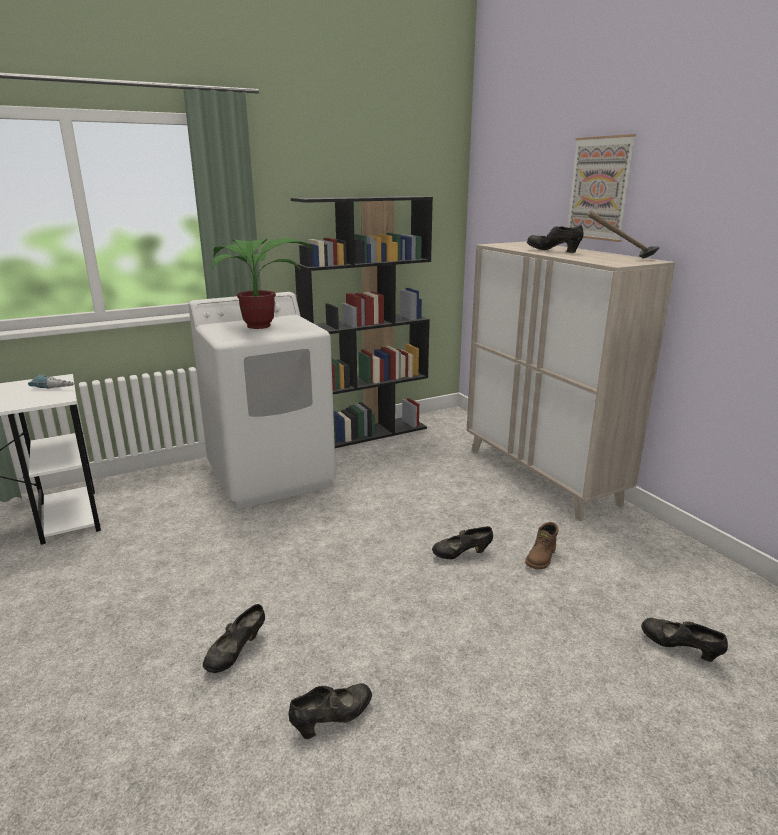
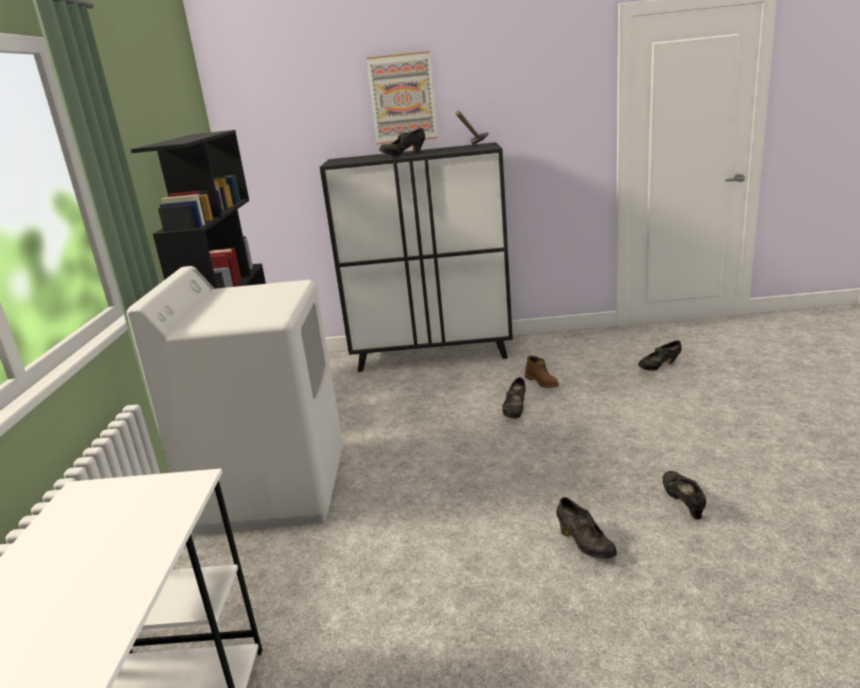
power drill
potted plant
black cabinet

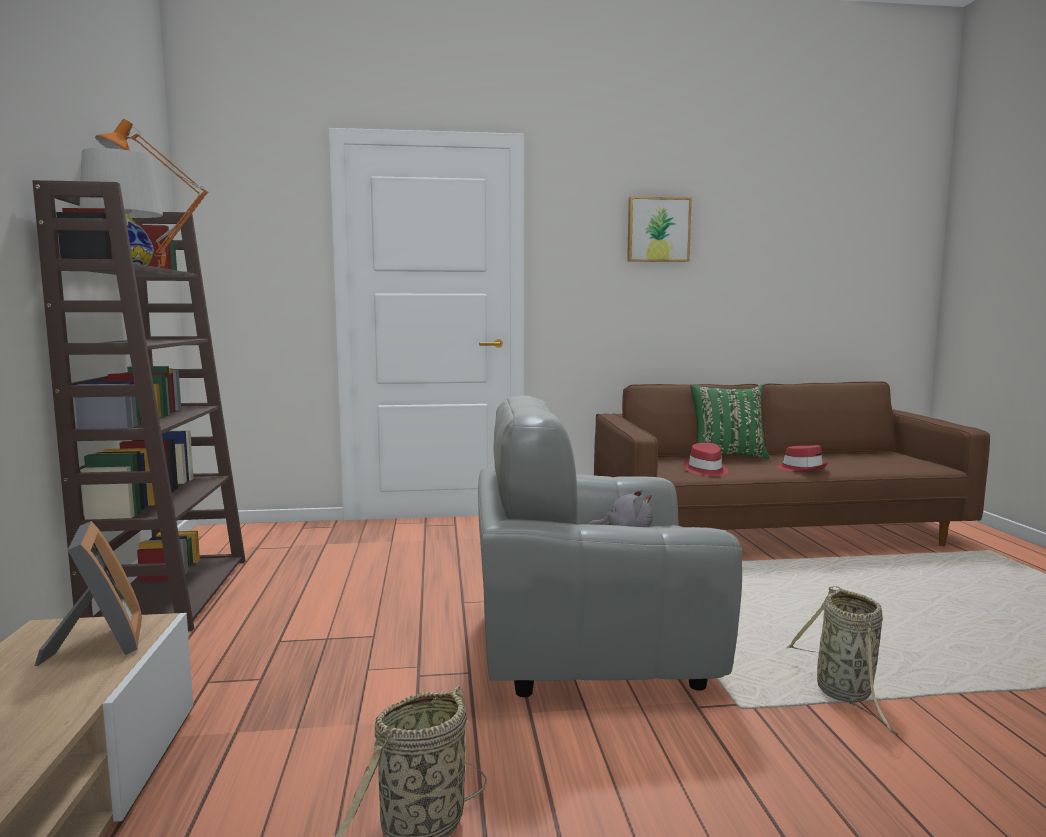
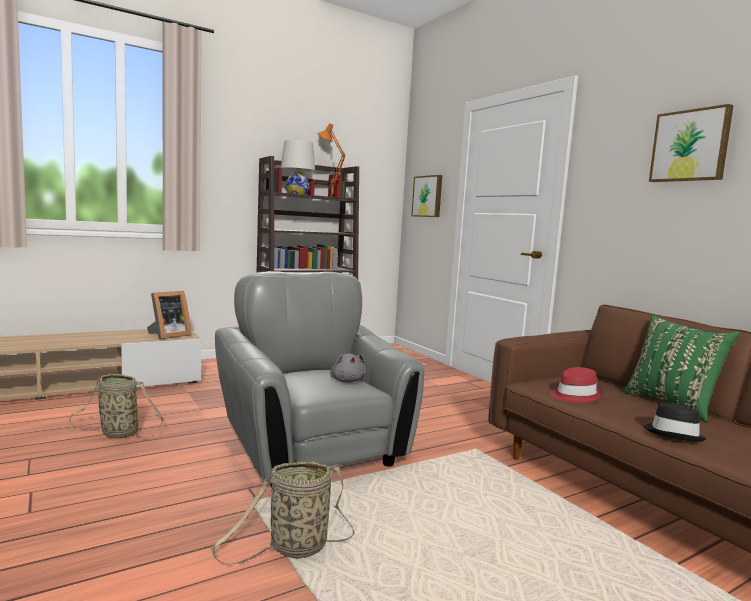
picture (1st from left)
black hat

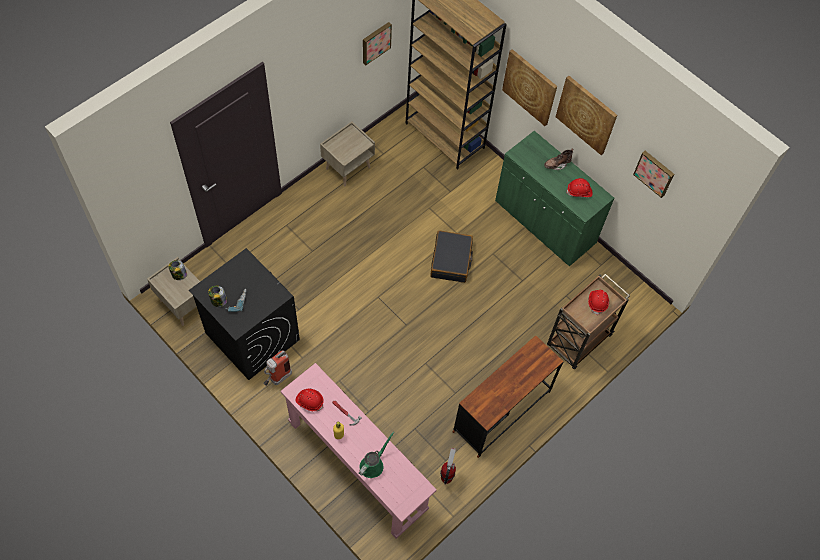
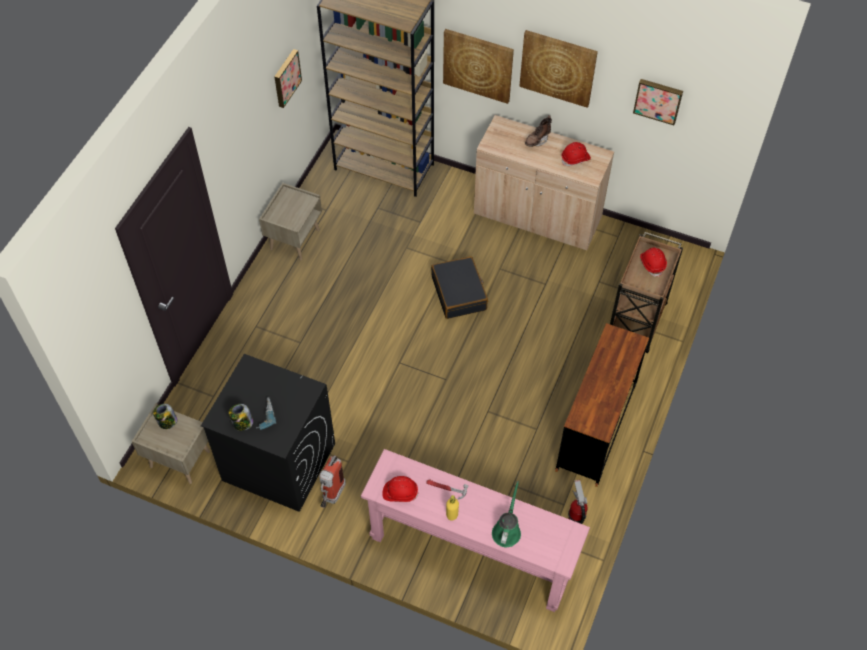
beige cabinet

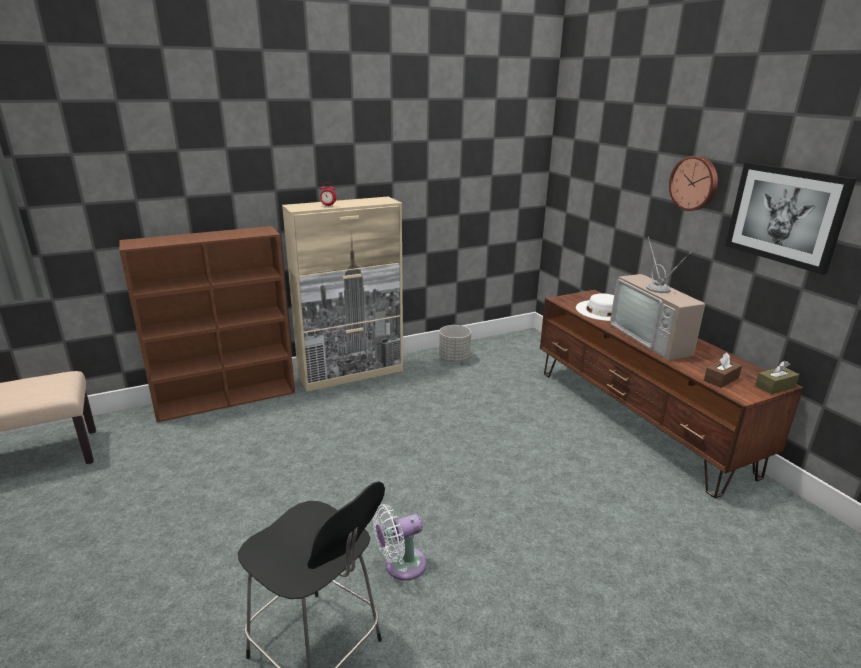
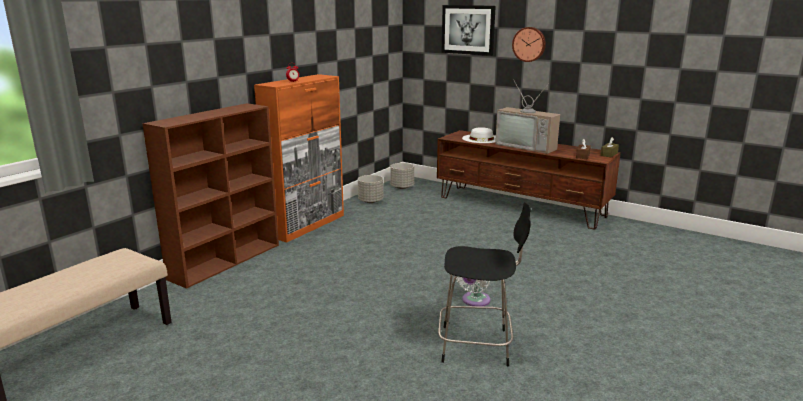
grey planter (2nd from left)
picture
orange cabinet

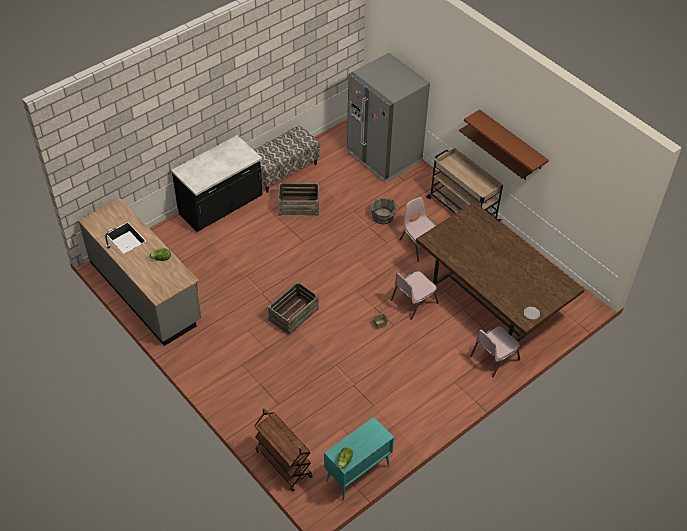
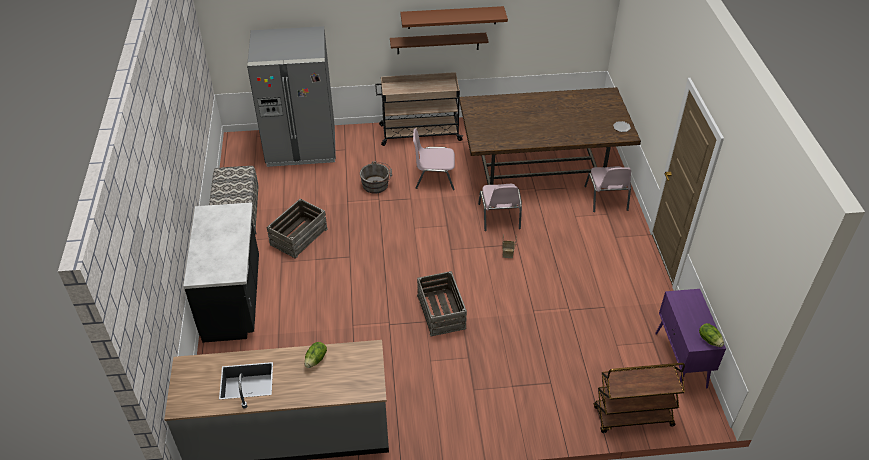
purple cabinet

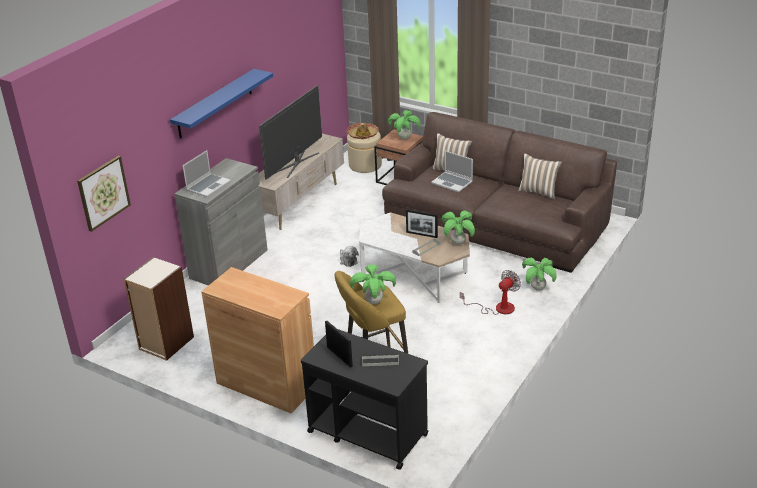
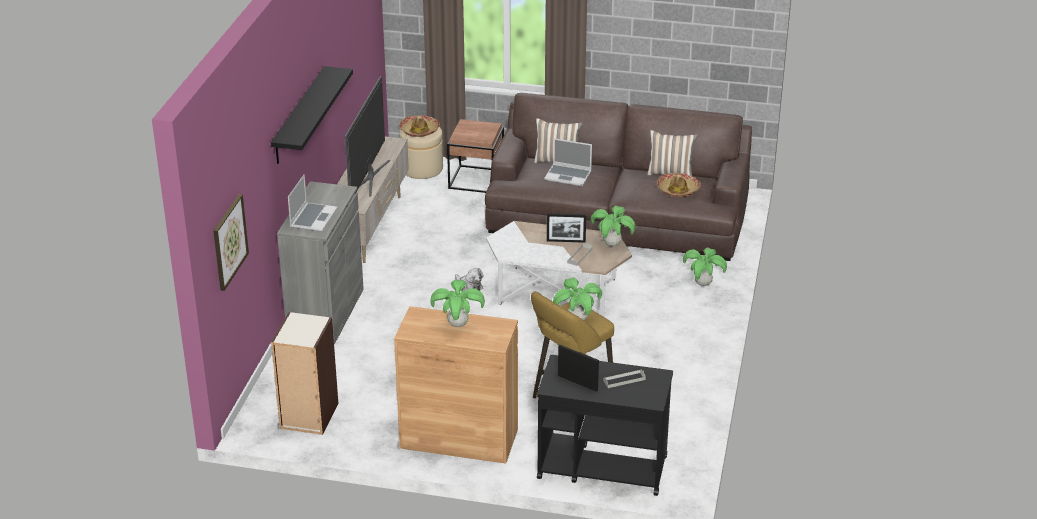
fan
hat (2nd from left)
potted plant (1st from left)
black shelf

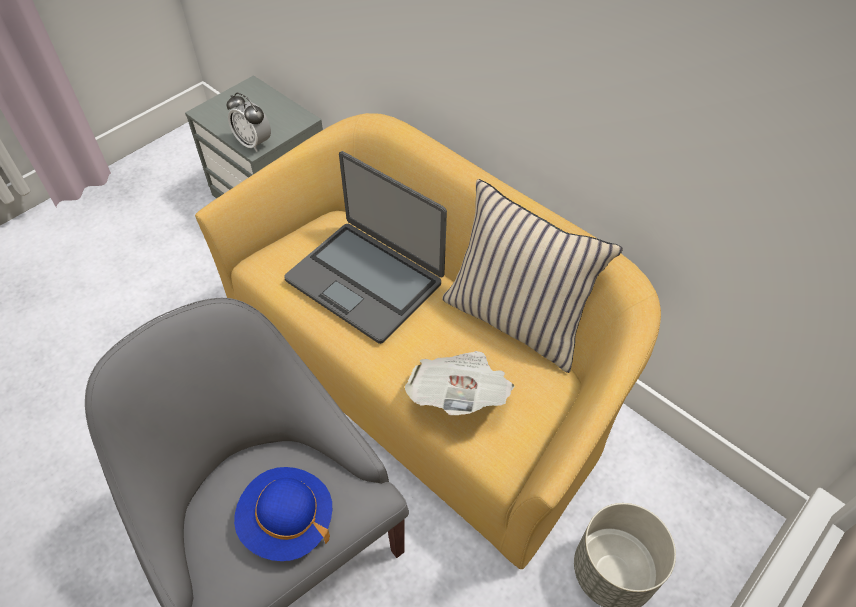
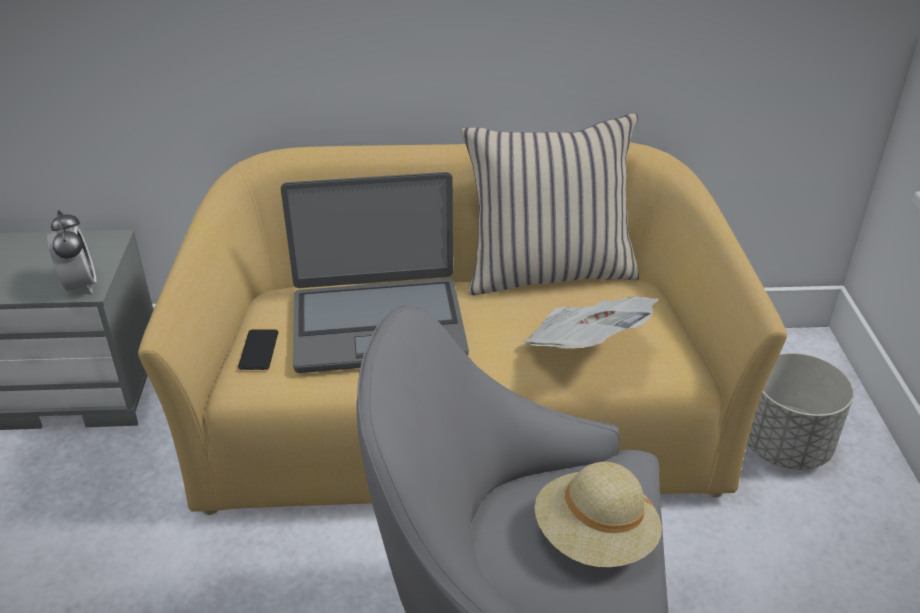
phone
beige hat
alarm clock

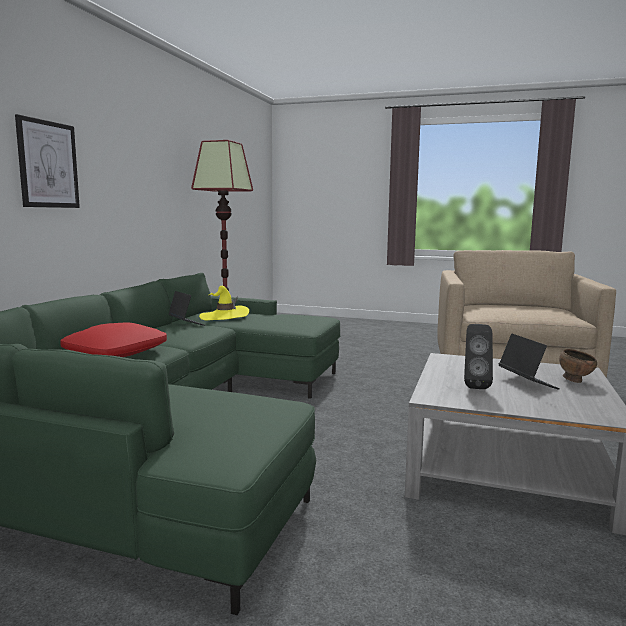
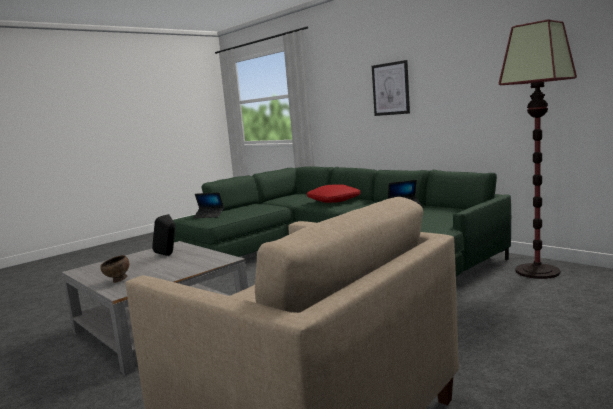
yellow hat
laptop (1st from left)

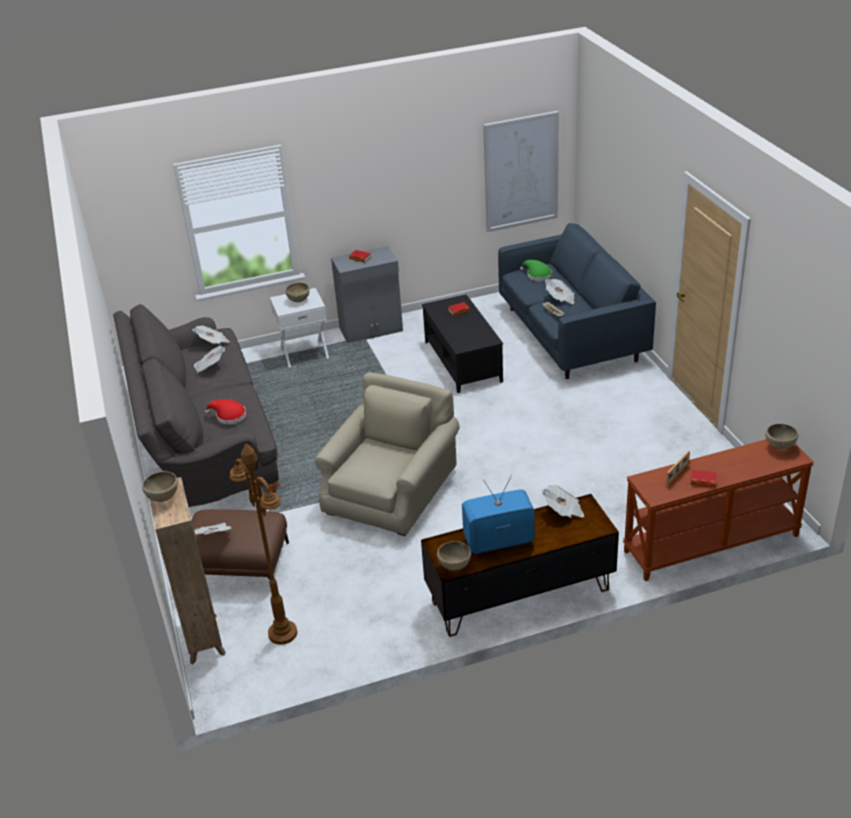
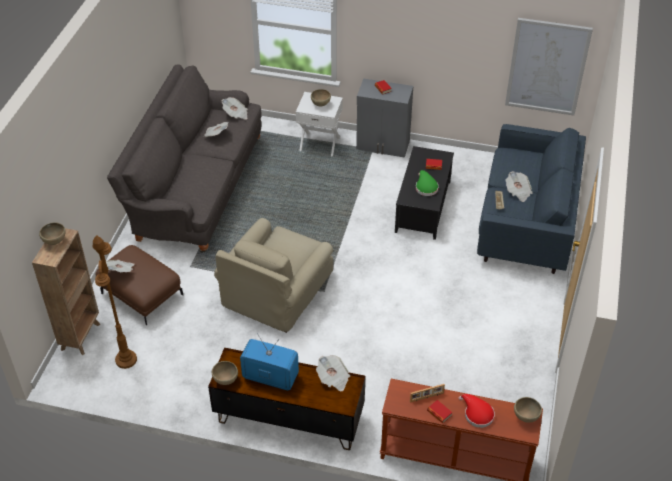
red hat
green hat
beige armchair

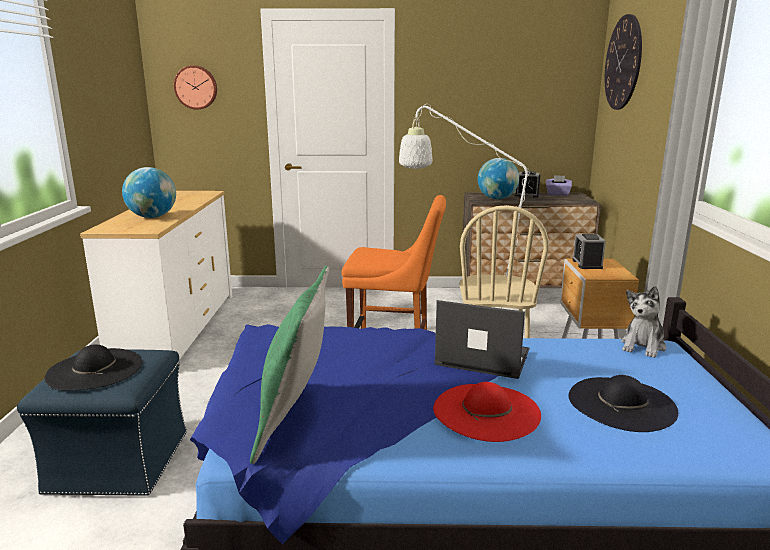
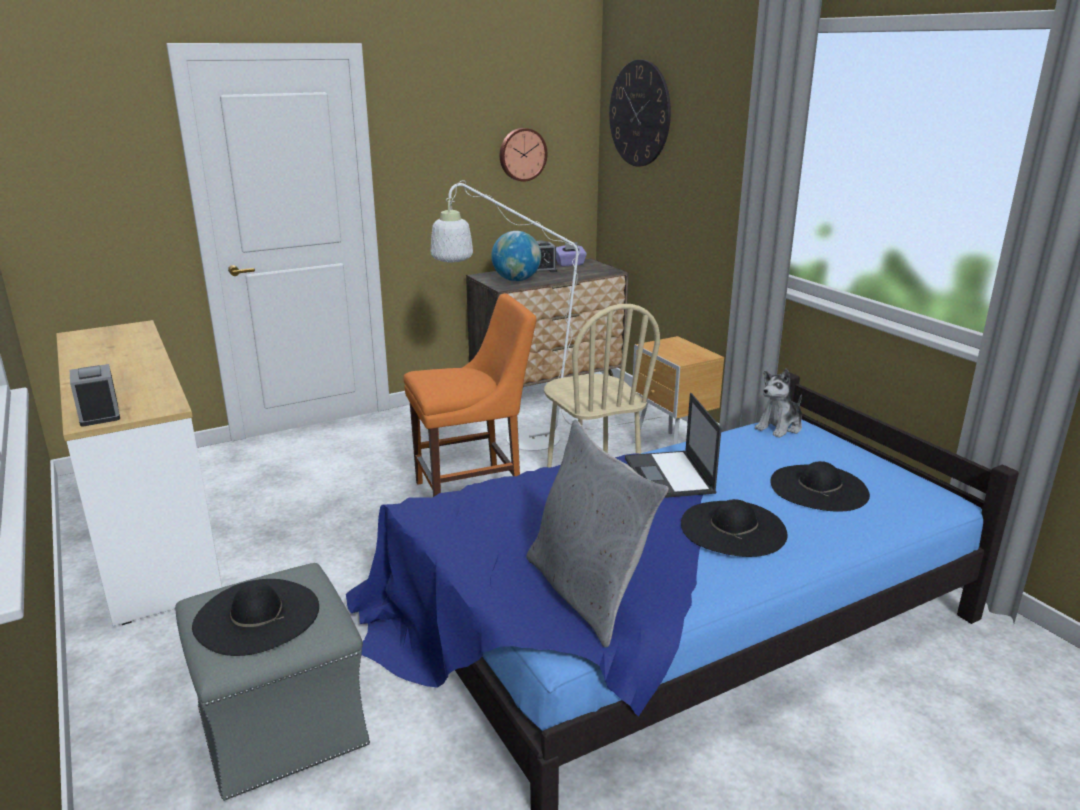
globe (1st from left in the first image)
wall clock (1st from left)
alarm clock (1st from left)
grey ottoman
grey pillow
black hat (2nd from left)
laptop
plush toy

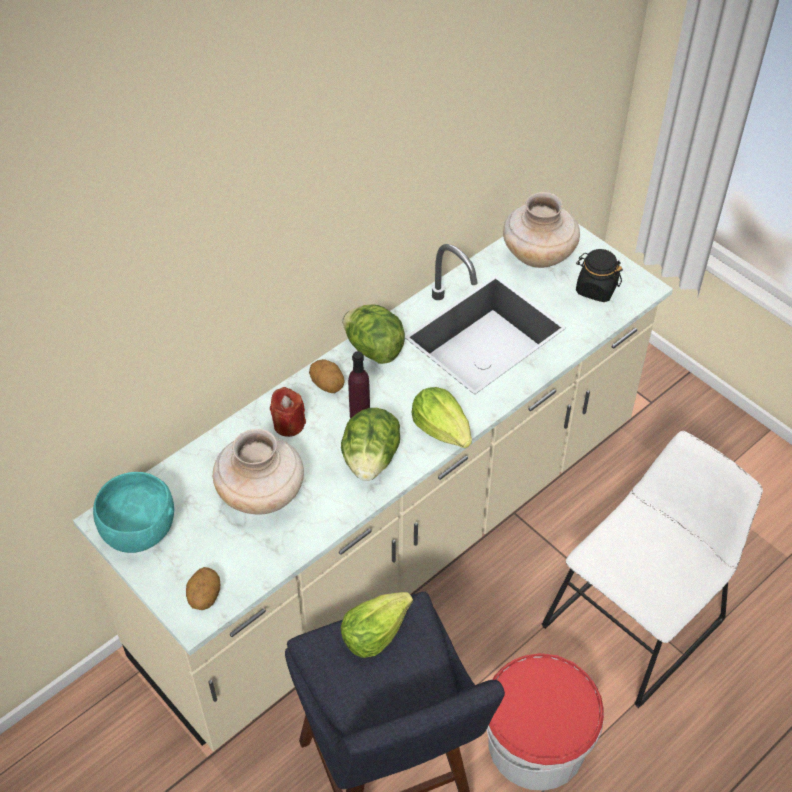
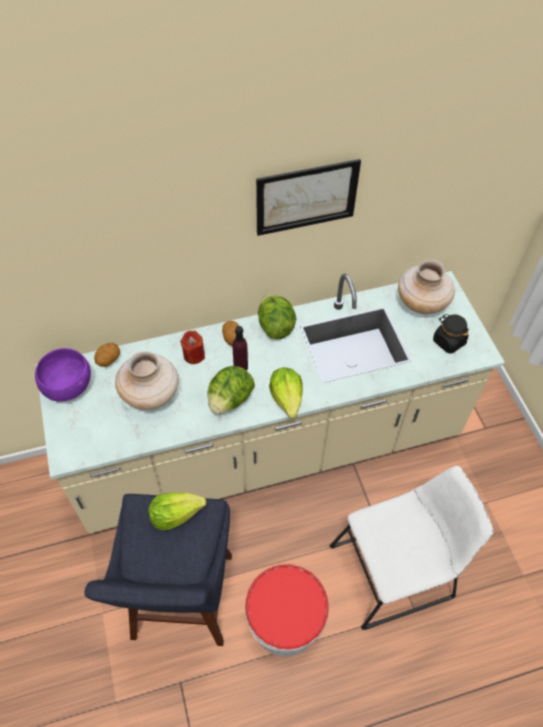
picture
potato (1st from left)
purple bowl

